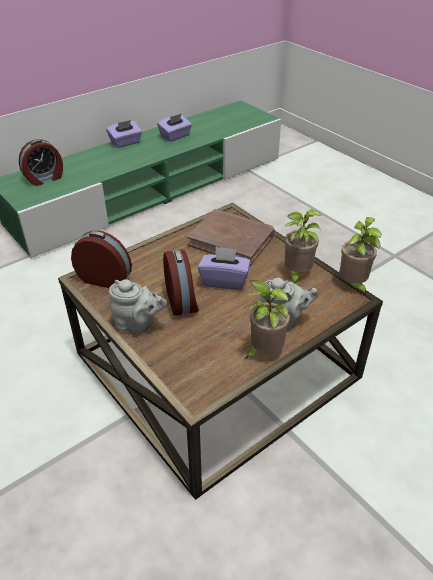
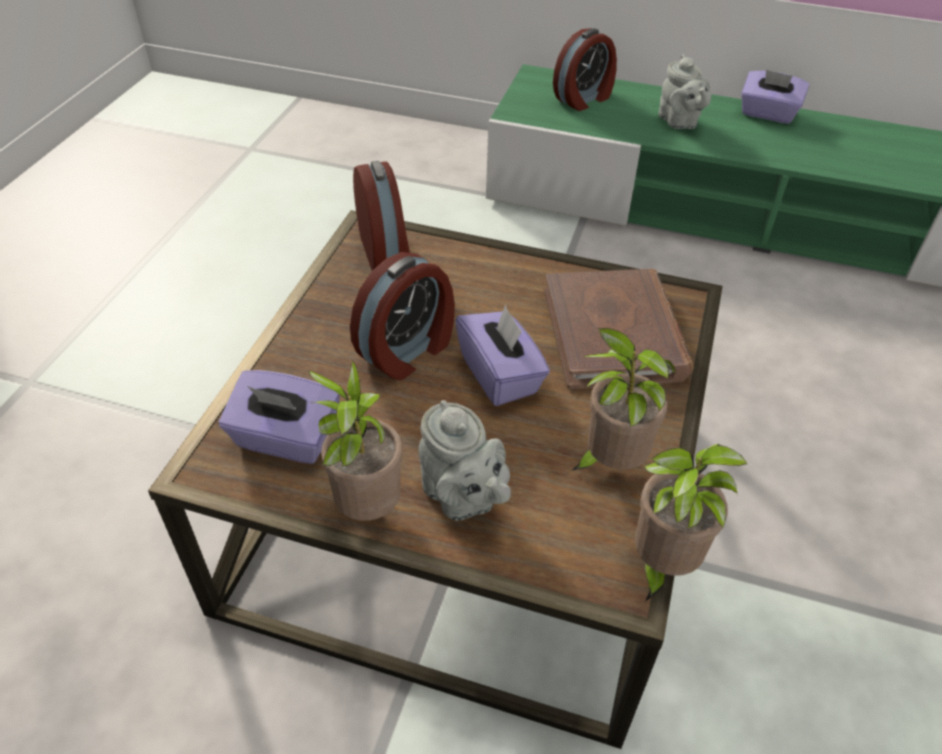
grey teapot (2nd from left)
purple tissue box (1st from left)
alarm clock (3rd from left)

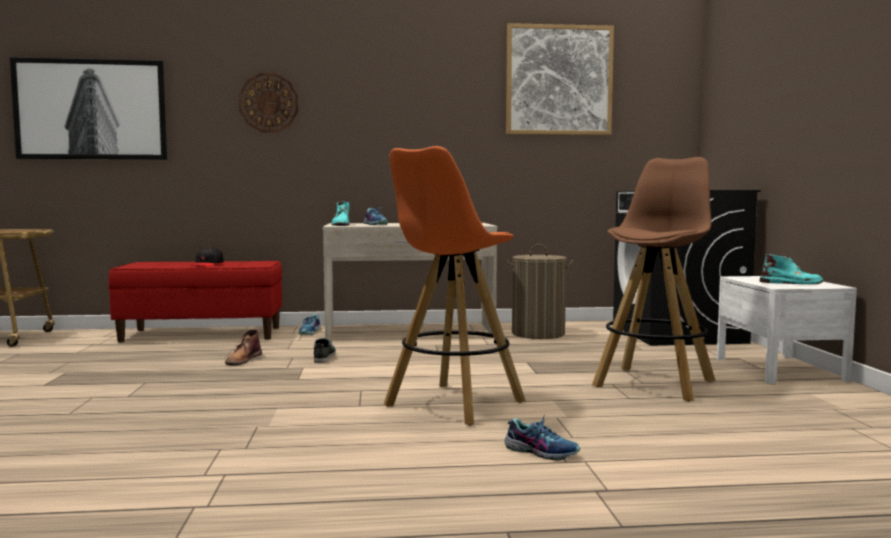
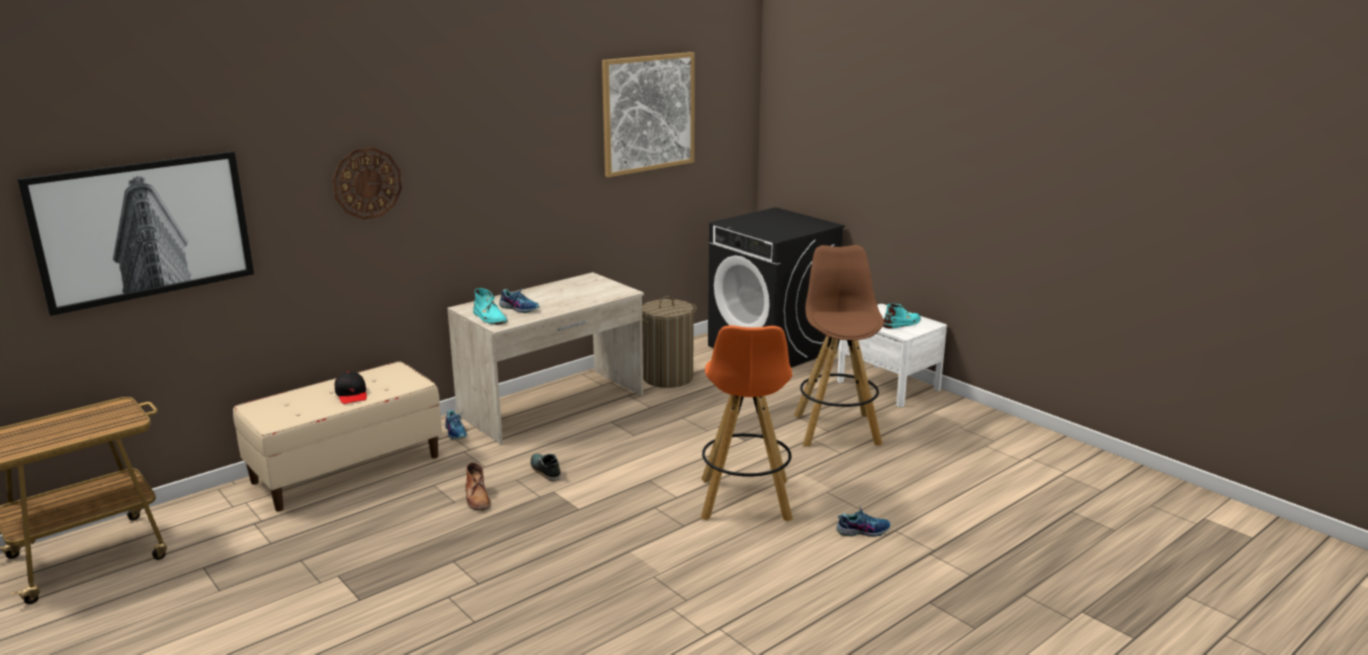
beige bench

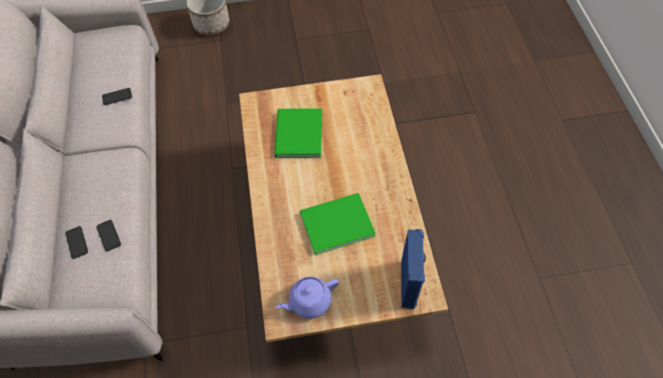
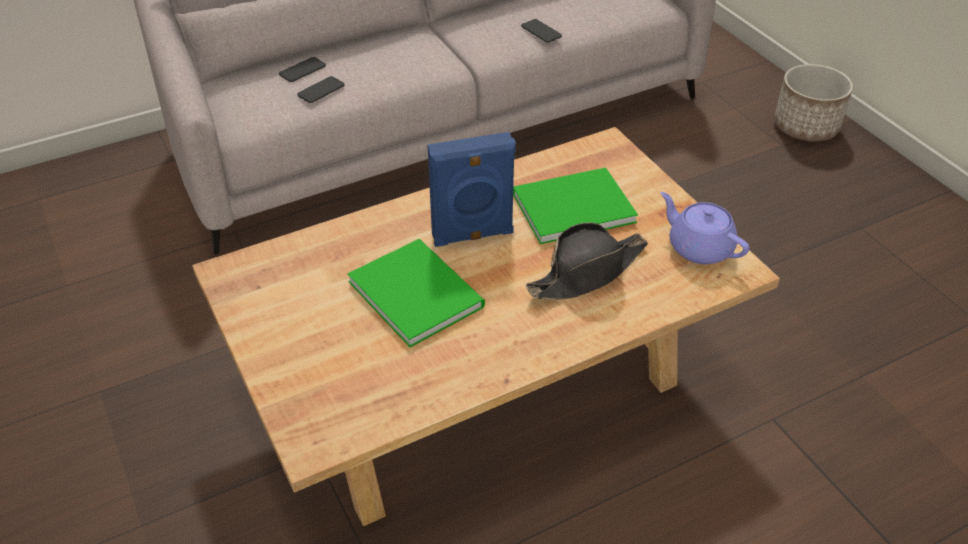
black hat
purple teapot
blue speaker

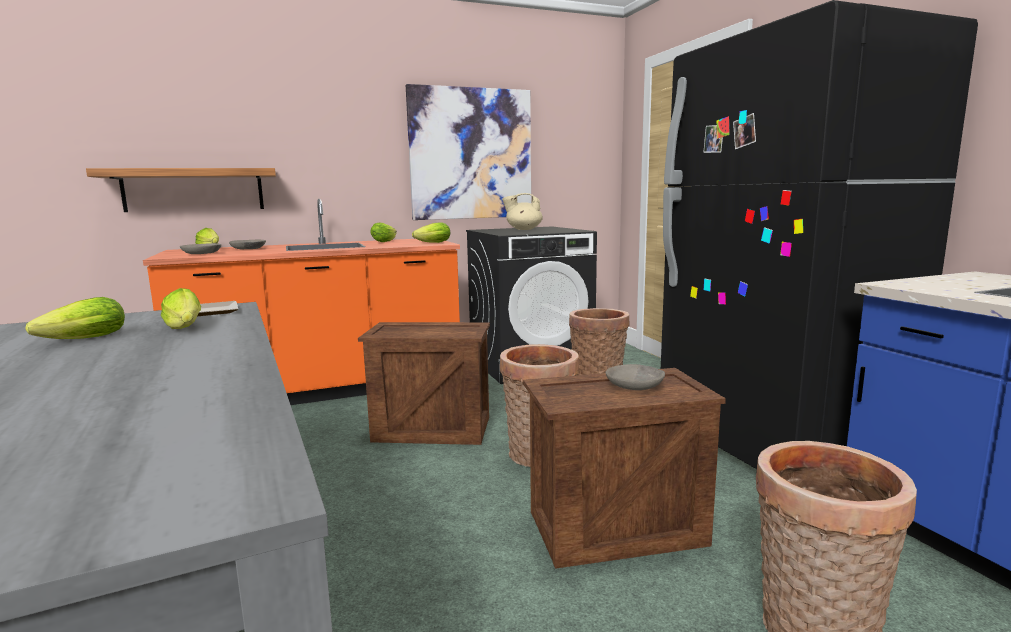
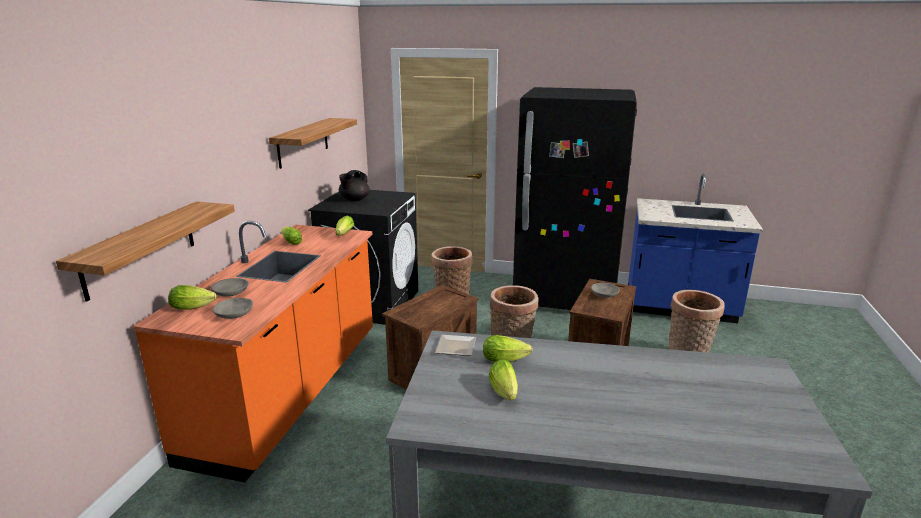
shelf (2nd from left)
black teapot

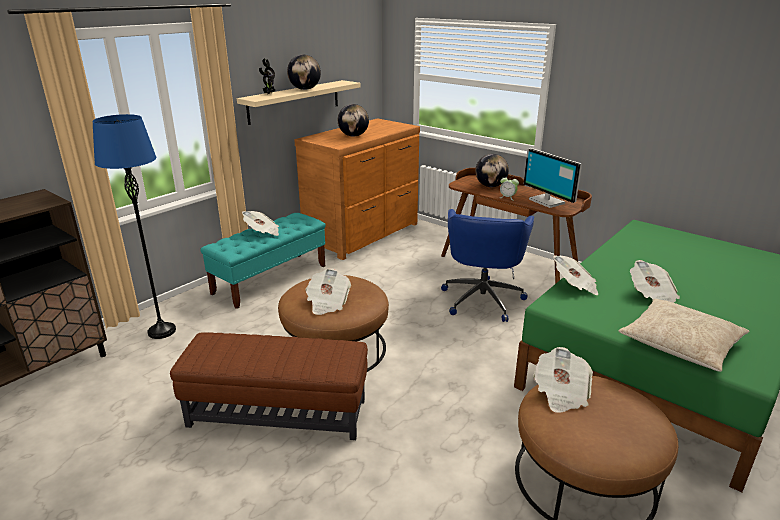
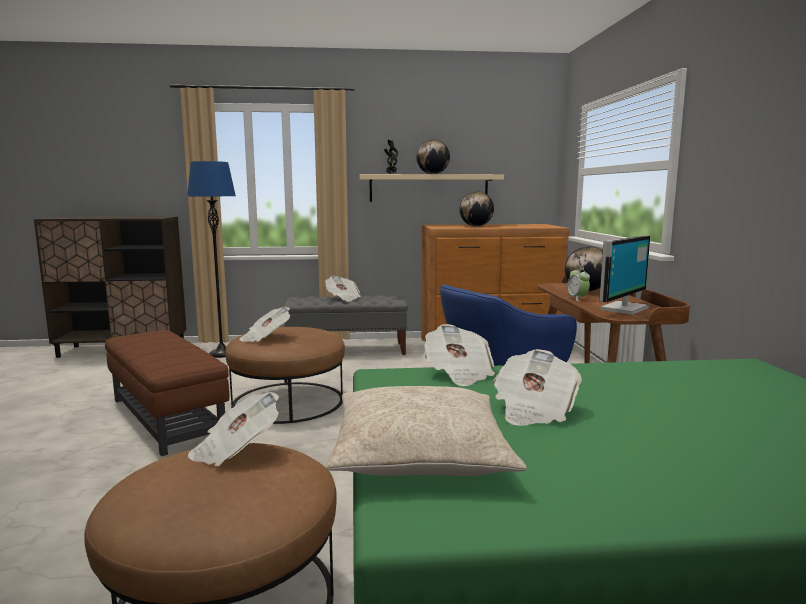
grey bench
monitor

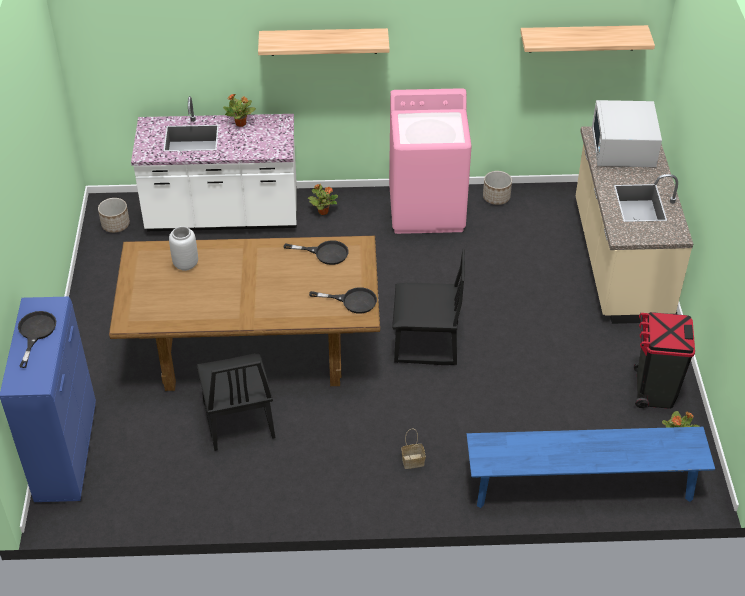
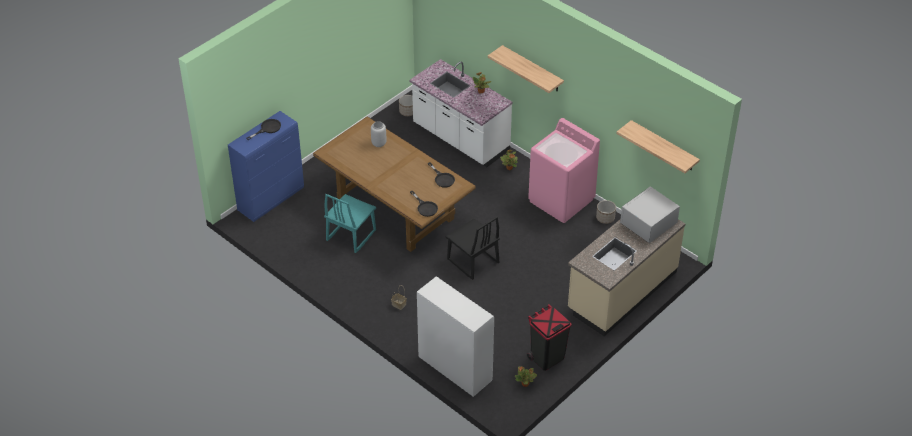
white cabinet
turquoise chair

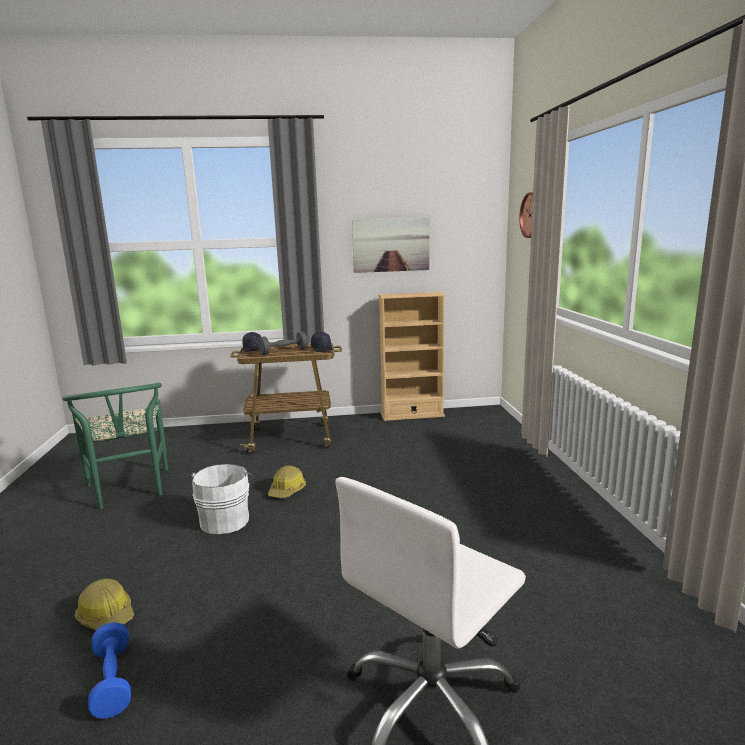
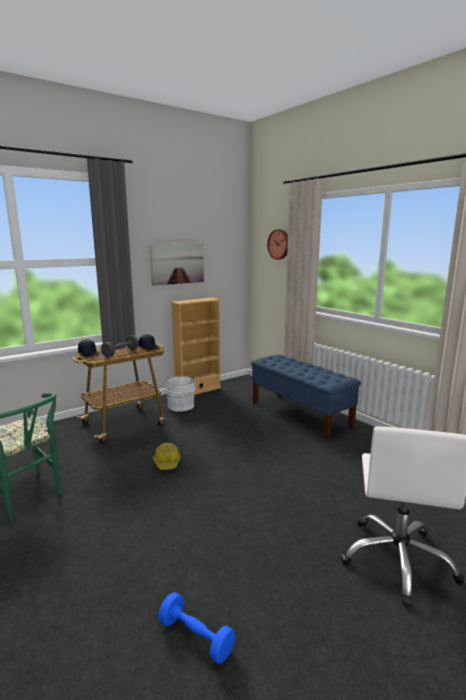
hard hat (1st from left in the first image)
blue bench
white bucket

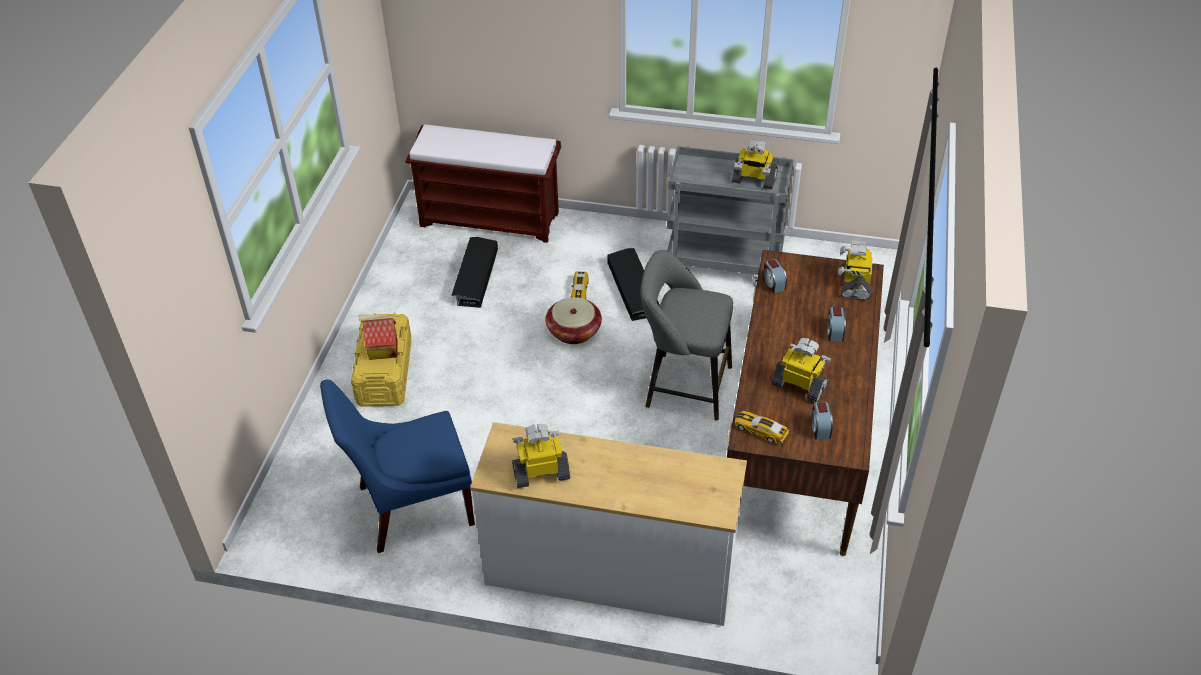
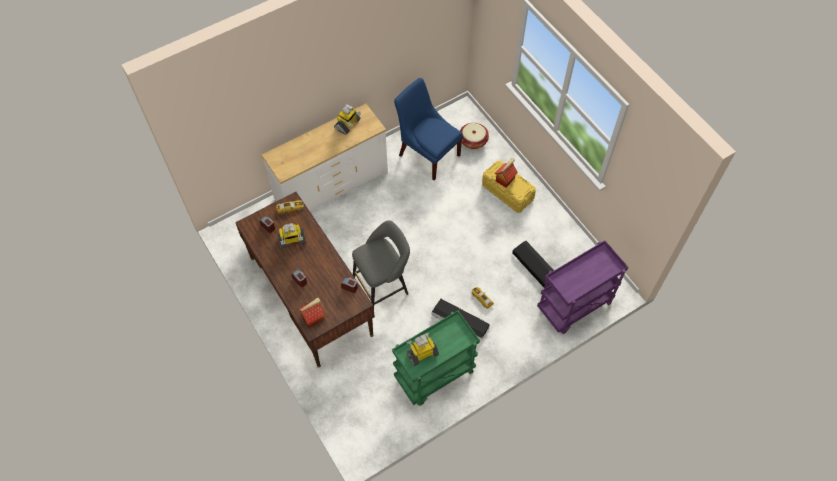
basket
purple cart
toy house (1st from left)
green cart
blue chair

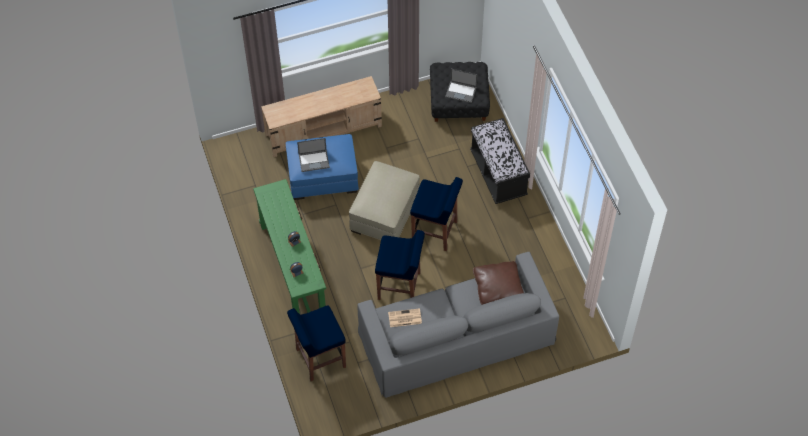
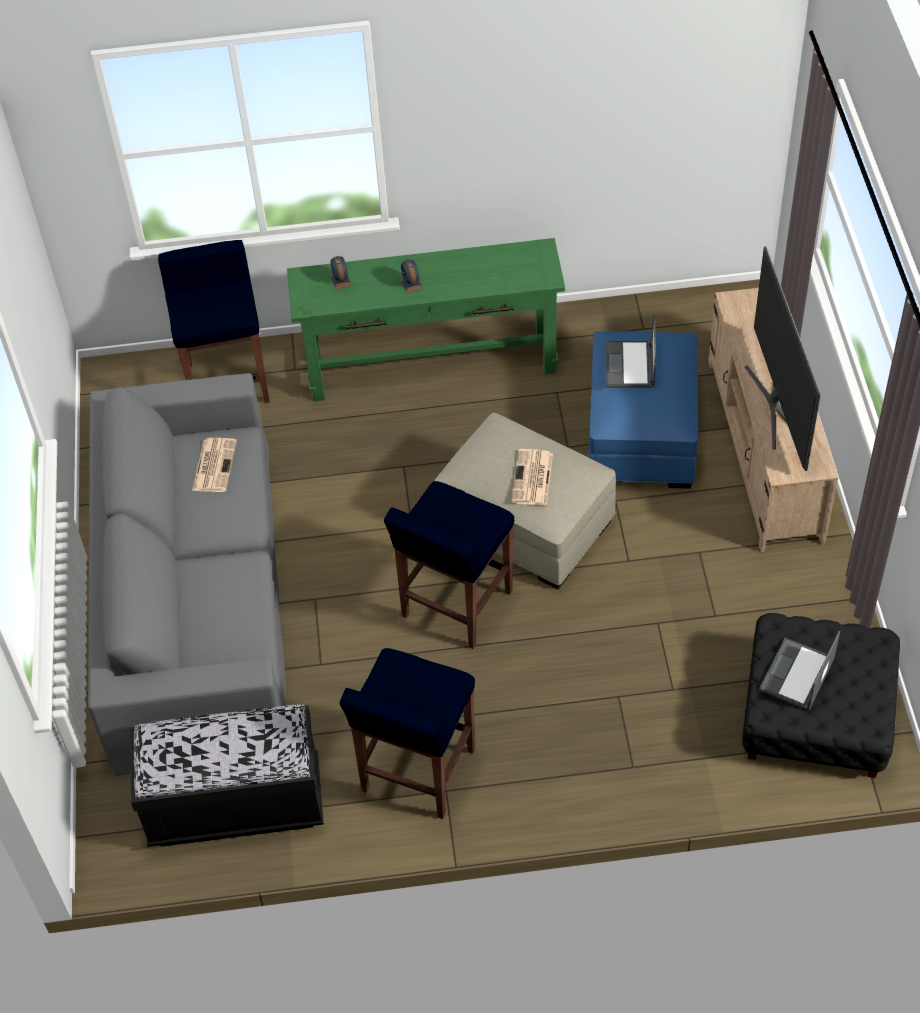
brown pillow
newspaper (2nd from left)
television
blue stool (2nd from left)
black bench

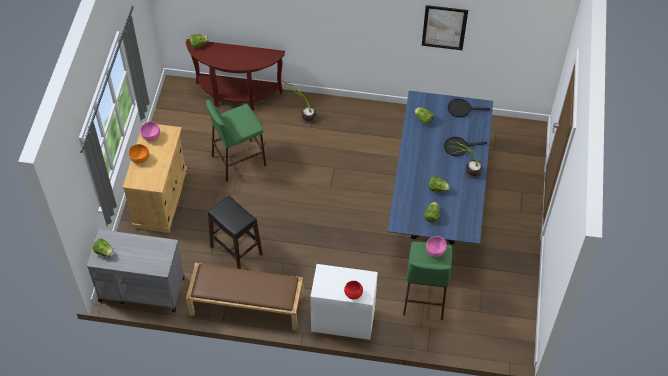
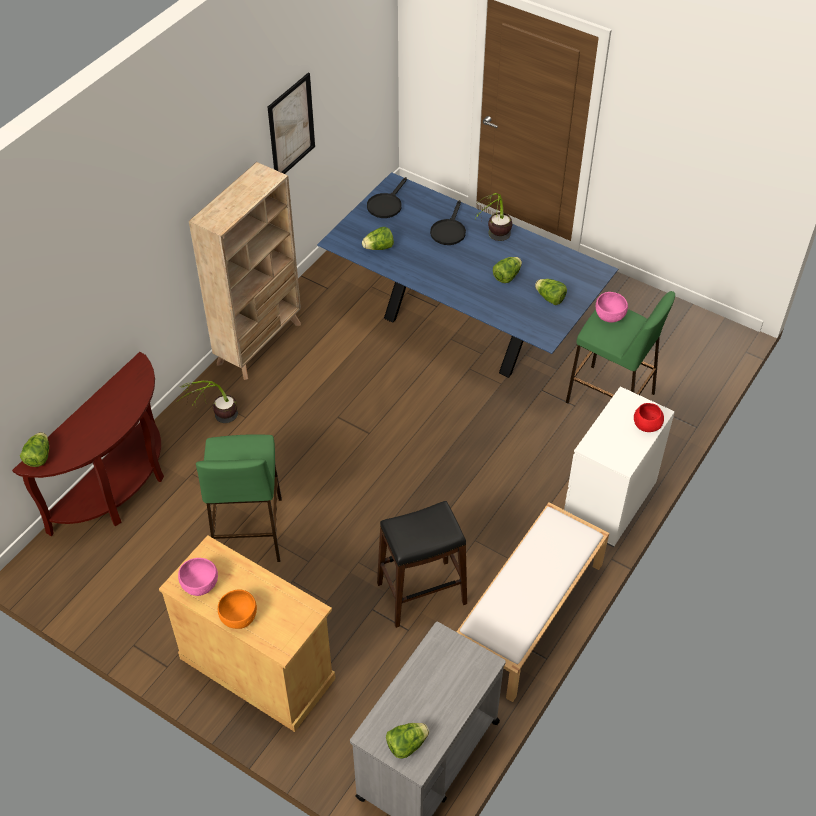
beige bookcase
white bench

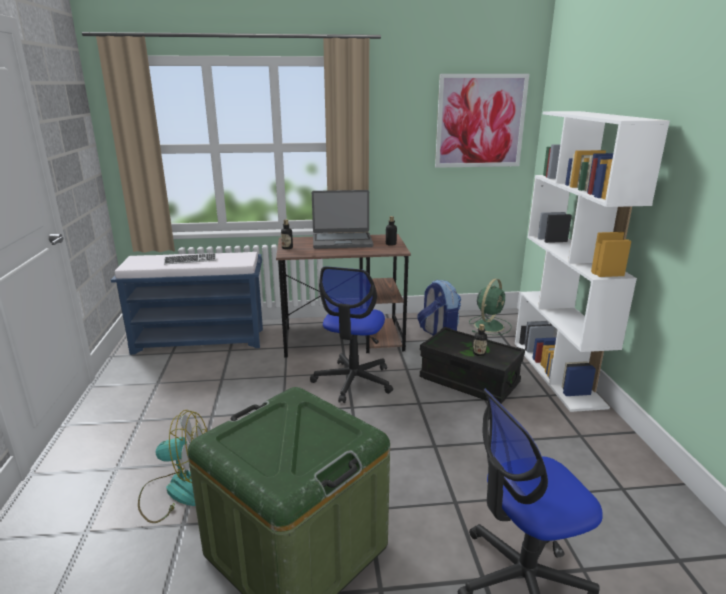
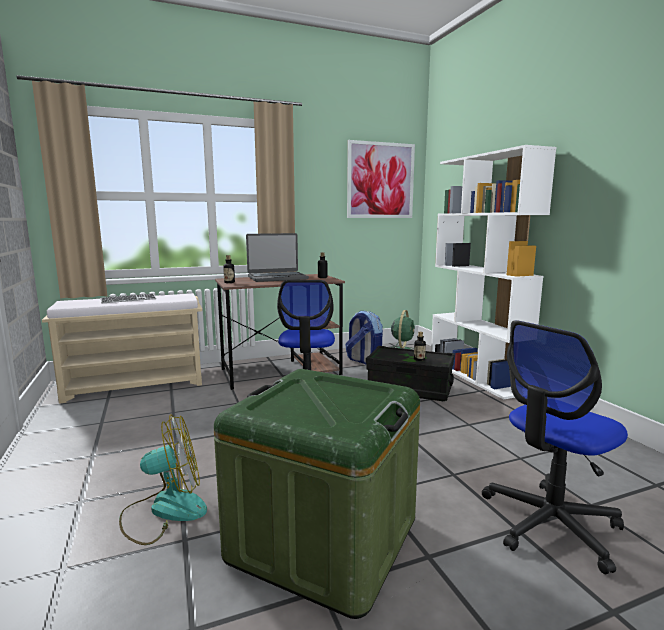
beige bench

